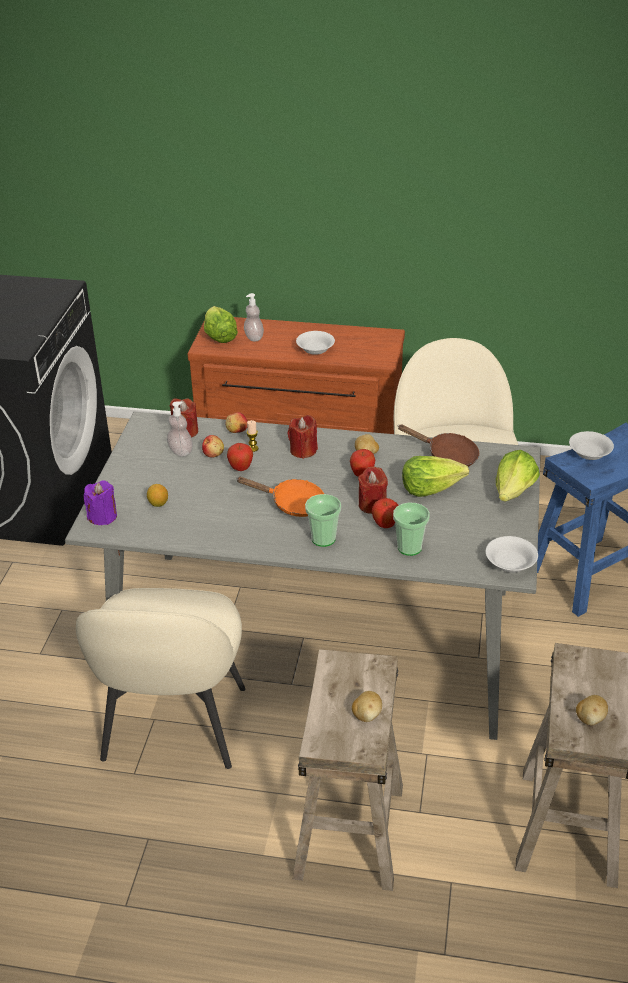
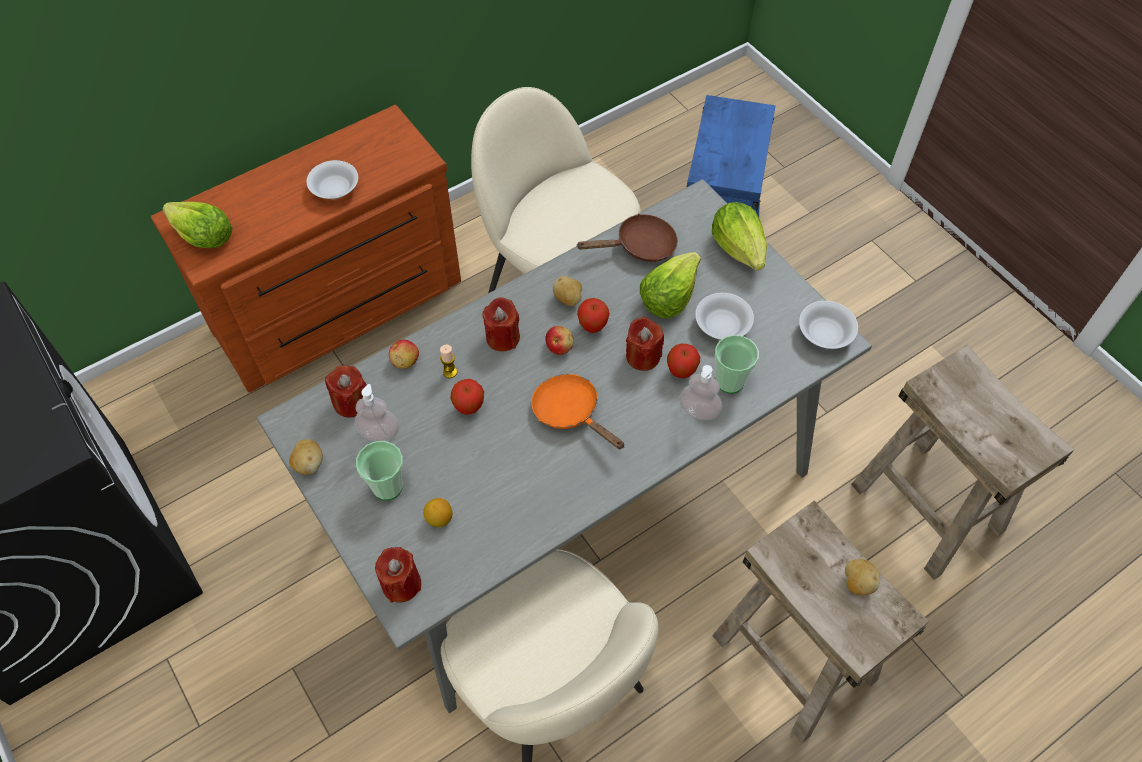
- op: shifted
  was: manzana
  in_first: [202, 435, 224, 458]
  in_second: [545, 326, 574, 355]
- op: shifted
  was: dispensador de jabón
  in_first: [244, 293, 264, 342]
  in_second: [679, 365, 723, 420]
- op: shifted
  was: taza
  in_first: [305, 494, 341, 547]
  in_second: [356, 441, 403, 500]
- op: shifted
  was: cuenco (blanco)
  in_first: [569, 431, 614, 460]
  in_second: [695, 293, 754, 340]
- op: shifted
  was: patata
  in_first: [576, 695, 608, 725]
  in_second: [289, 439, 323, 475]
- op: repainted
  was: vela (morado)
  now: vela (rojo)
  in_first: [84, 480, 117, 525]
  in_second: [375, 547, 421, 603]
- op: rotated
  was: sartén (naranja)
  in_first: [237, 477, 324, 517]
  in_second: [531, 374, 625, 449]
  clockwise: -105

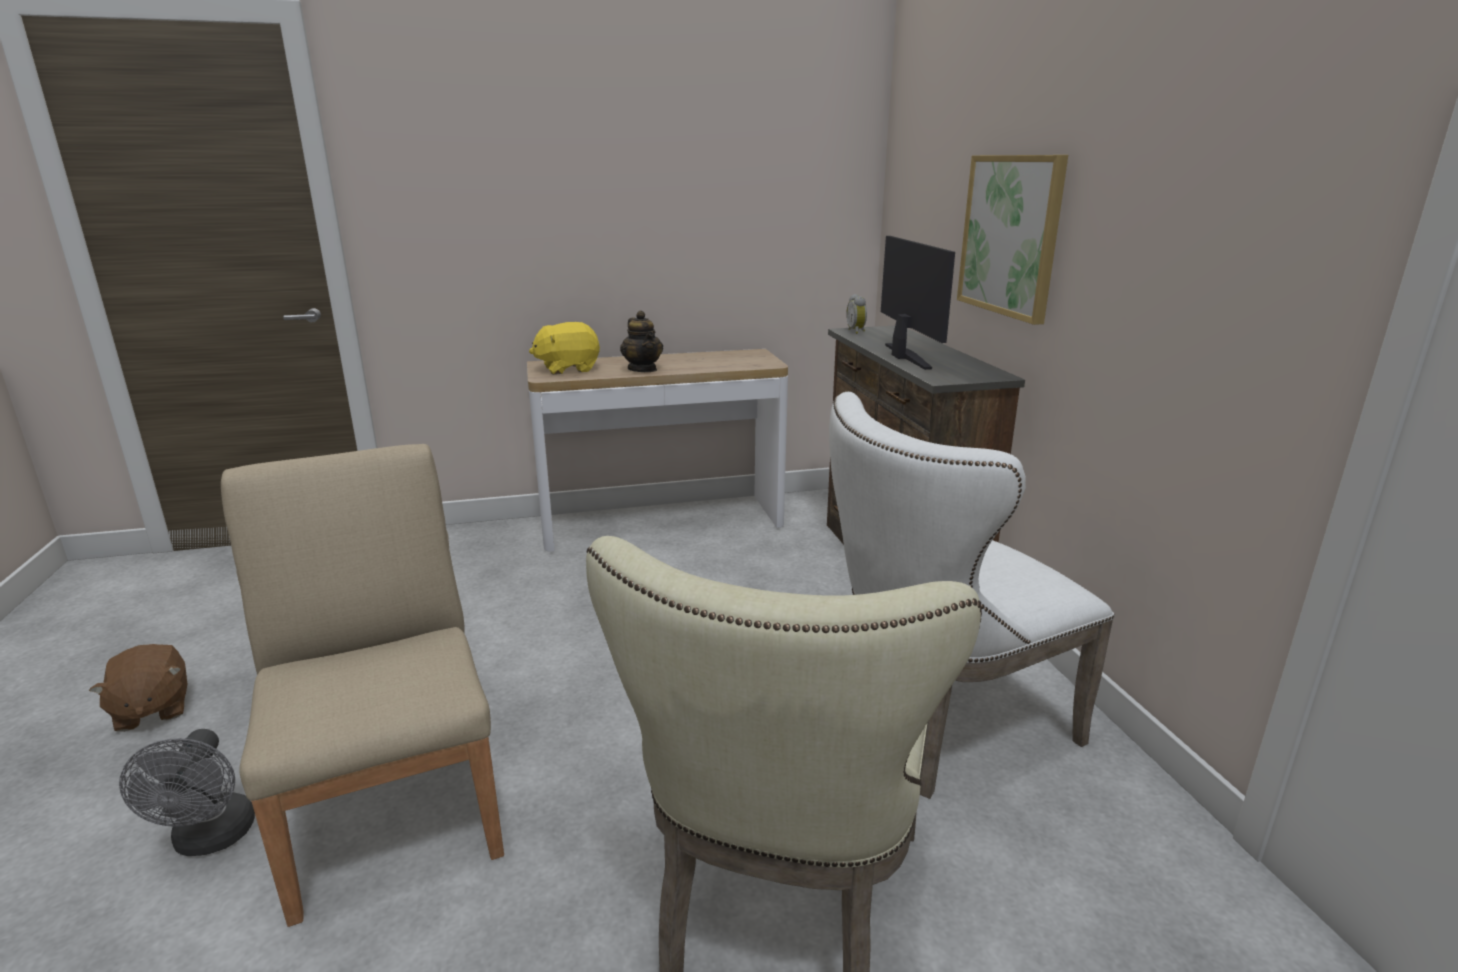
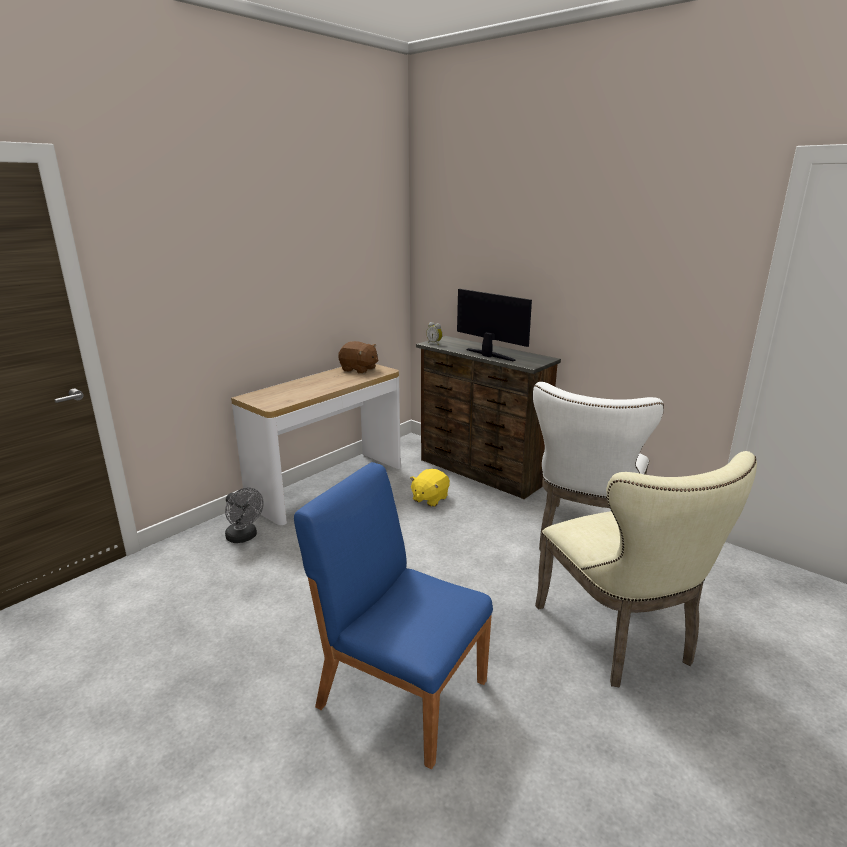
- op: gone
  was: tetera
  in_first: [620, 311, 663, 372]
- op: gone
  was: cuadro
  in_first: [957, 155, 1068, 325]
- op: shifted
  was: peluche (marrón)
  in_first: [89, 644, 187, 732]
  in_second: [338, 341, 378, 374]
- op: shifted
  was: ventilador (gris)
  in_first: [119, 729, 255, 856]
  in_second: [225, 487, 263, 543]
- op: shifted
  was: peluche (amarillo)
  in_first: [529, 322, 600, 375]
  in_second: [410, 469, 450, 507]
- op: repainted
  was: silla (beis)
  now: silla (azul)
  in_first: [221, 444, 504, 927]
  in_second: [294, 462, 493, 769]

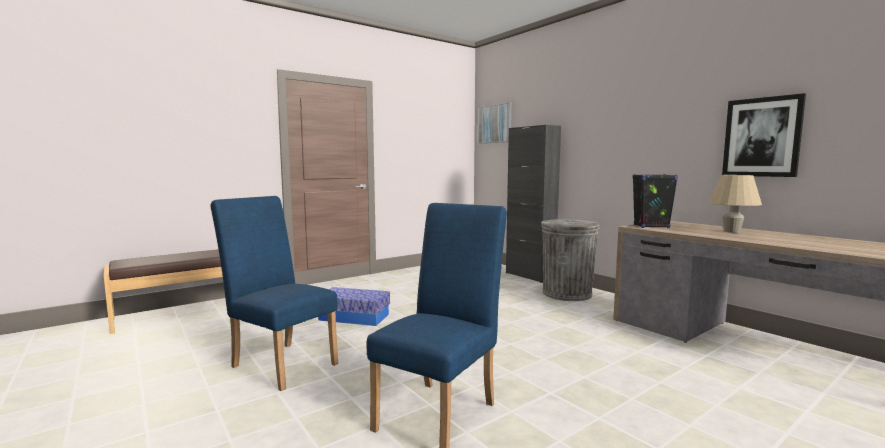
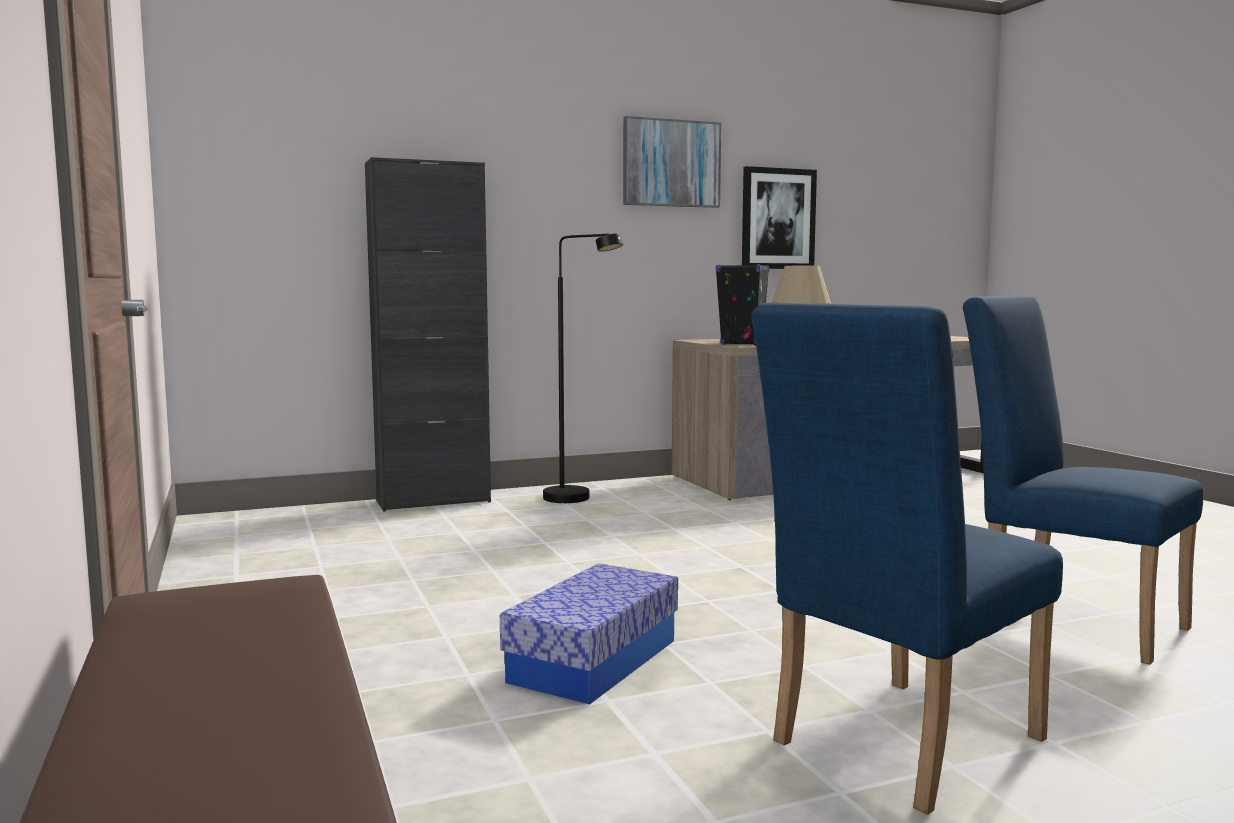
- op: shifted
  was: cuadro
  in_first: [477, 102, 512, 144]
  in_second: [623, 116, 721, 208]
- op: swapped
  was: papelera (gris)
  now: lámpara de pie (negro)
  in_first: [541, 219, 600, 301]
  in_second: [543, 234, 623, 503]

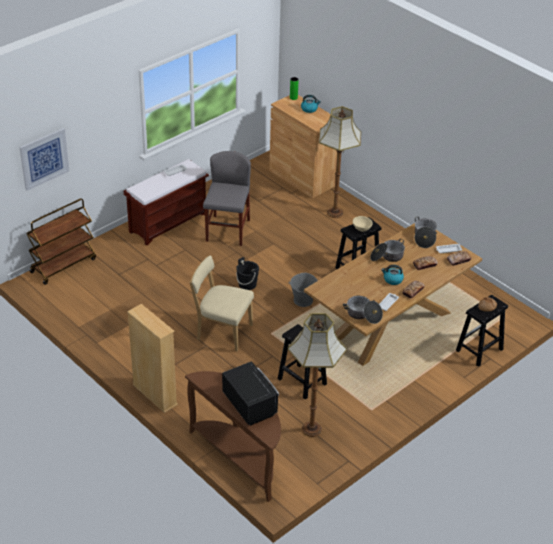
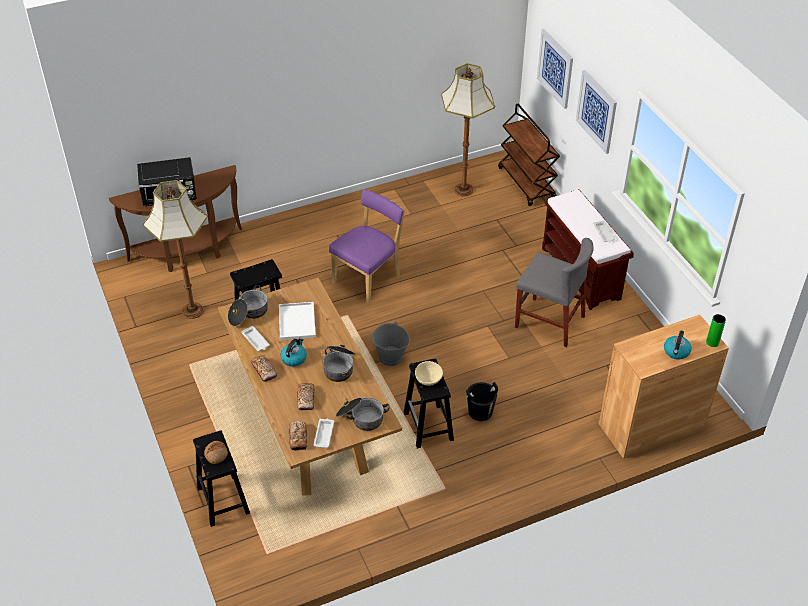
- op: gone
  was: estantería (beis)
  in_first: [127, 304, 178, 413]
- op: new
  now: bandeja (blanco)
  in_second: [279, 302, 316, 340]
- op: new
  now: cuadro
  in_second: [576, 70, 617, 154]
- op: shifted
  was: cubo (negro)
  in_first: [236, 257, 259, 290]
  in_second: [465, 382, 498, 421]
- op: shifted
  was: lámpara de pie
  in_first: [319, 106, 361, 218]
  in_second: [441, 63, 495, 197]
- op: repainted
  was: silla (beis)
  now: silla (morado)
  in_first: [189, 255, 254, 351]
  in_second: [329, 189, 405, 304]

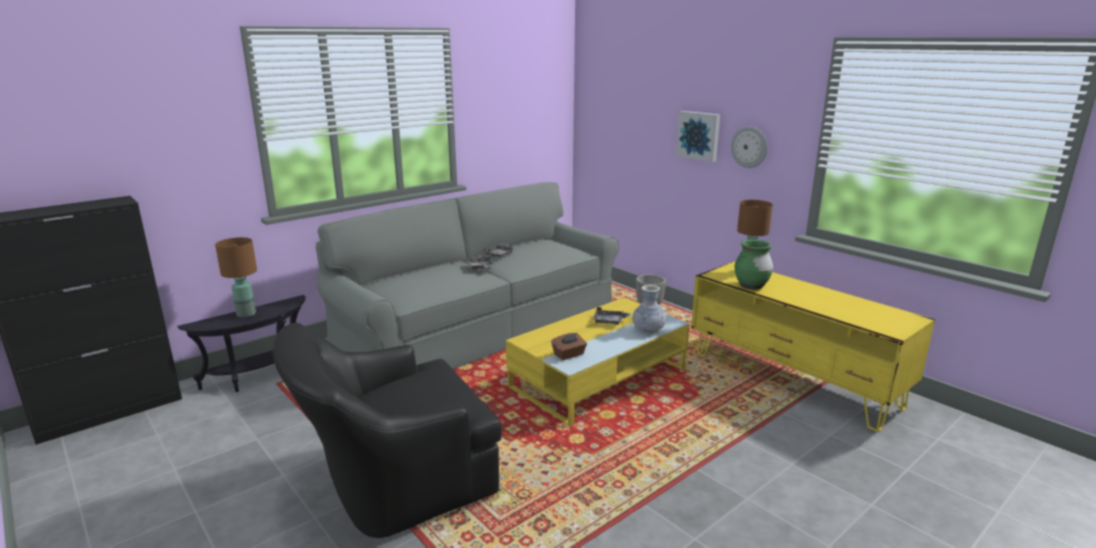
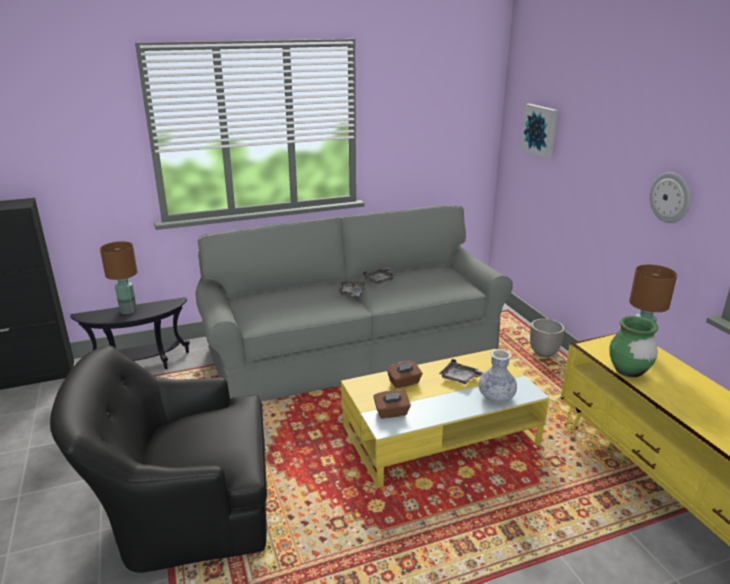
- op: new
  now: caja de pañuelos (marrón)
  in_second: [387, 361, 422, 388]
- op: shifted
  was: cuadro
  in_first: [676, 111, 720, 162]
  in_second: [521, 104, 558, 158]

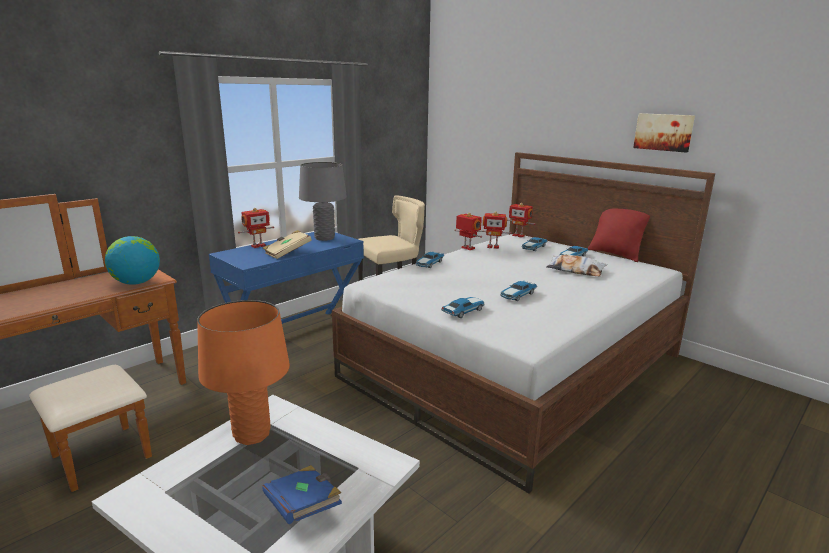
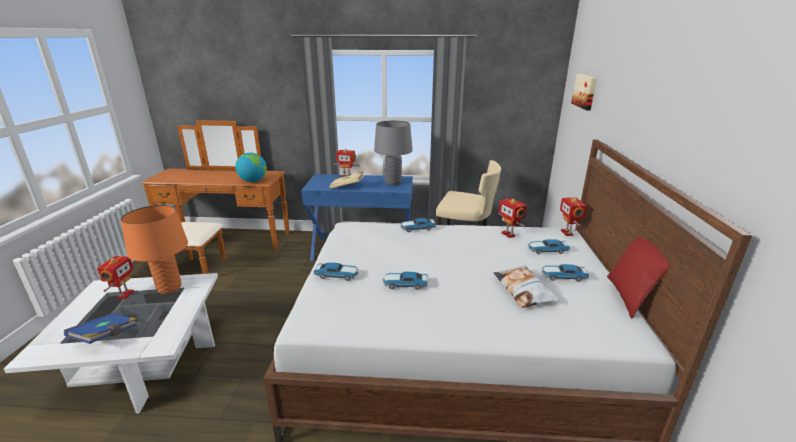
- op: shifted
  was: robot de juguete
  in_first: [454, 213, 482, 250]
  in_second: [97, 256, 134, 299]
- op: shifted
  was: cuadro
  in_first: [633, 113, 695, 153]
  in_second: [571, 74, 597, 111]

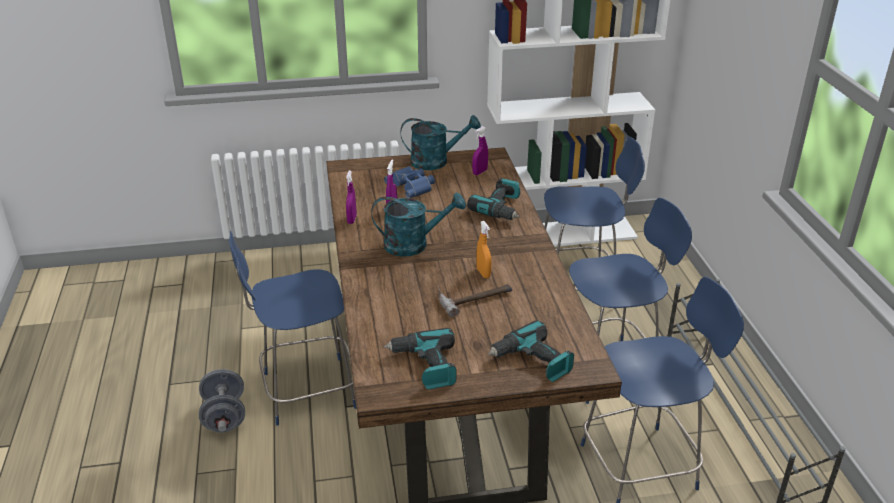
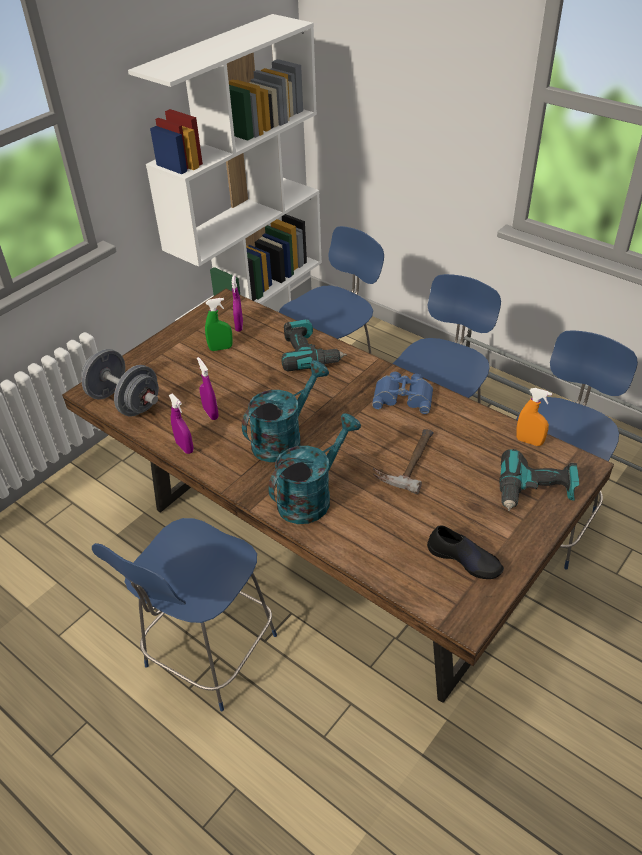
- op: new
  now: pulverizador (verde)
  in_second: [205, 298, 233, 351]
- op: shifted
  was: mancuerna (gris)
  in_first: [199, 369, 245, 433]
  in_second: [81, 349, 159, 417]
- op: shifted
  was: prismáticos (azul)
  in_first: [384, 166, 435, 199]
  in_second: [372, 372, 433, 414]
- op: shifted
  was: regadera (turquesa)
  in_first: [400, 115, 481, 170]
  in_second: [268, 413, 361, 524]
- op: shifted
  was: pulverizador (naranja)
  in_first: [477, 221, 492, 278]
  in_second: [516, 388, 552, 446]
- op: swapped
  was: taladro
  now: zapato (negro)
  in_first: [383, 328, 457, 389]
  in_second: [427, 525, 504, 579]

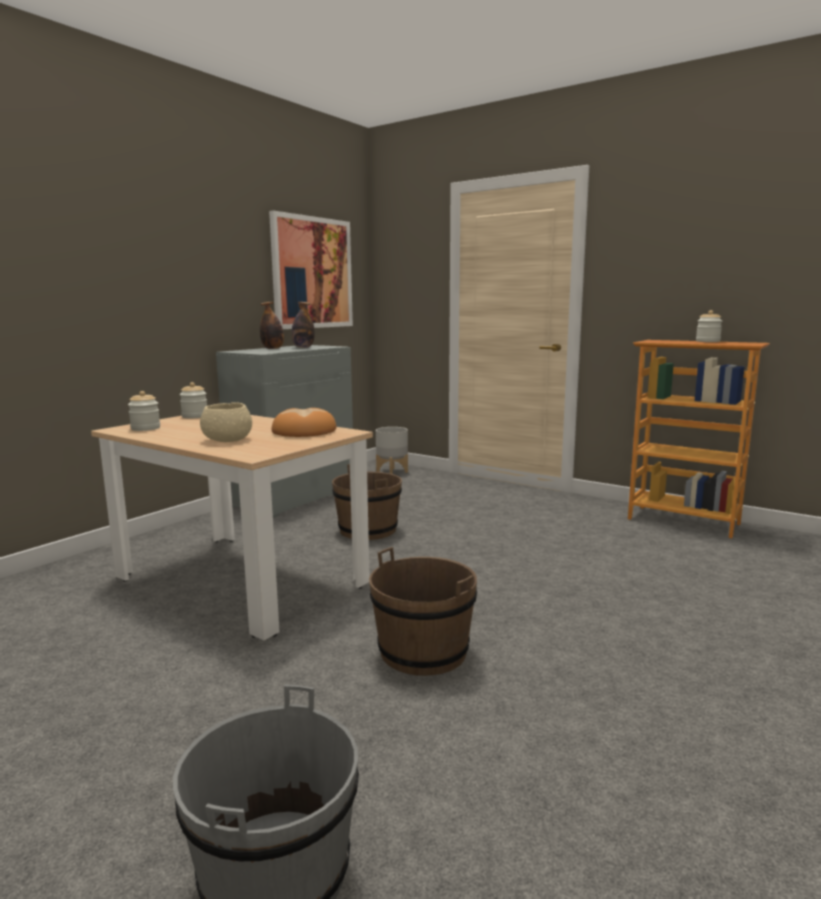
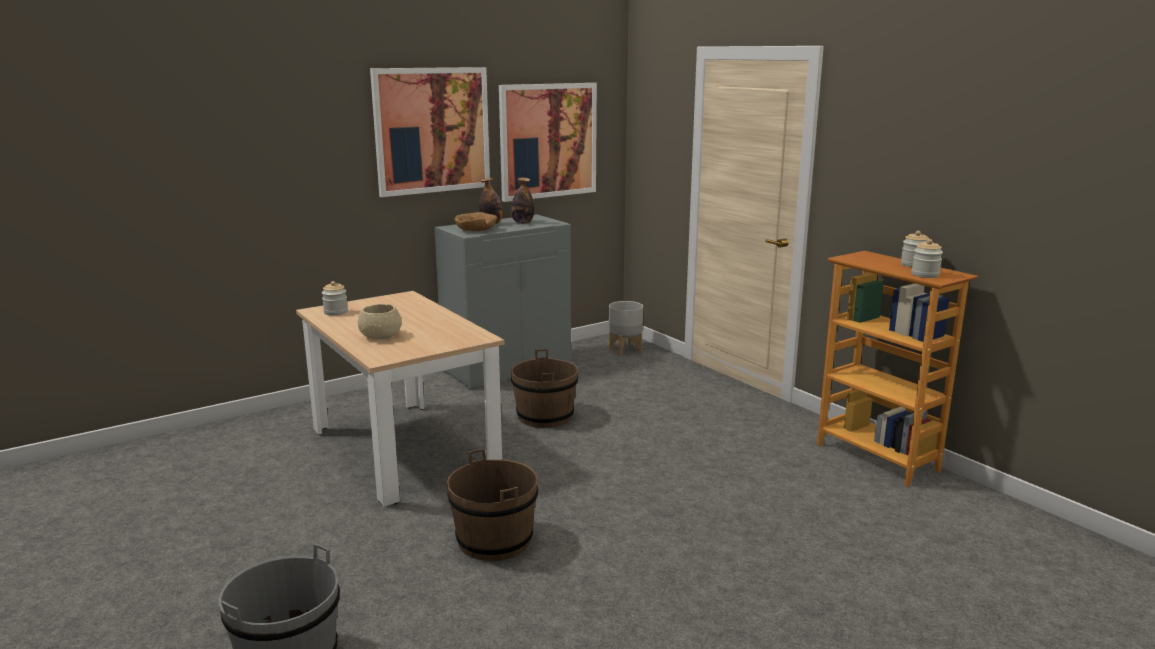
- op: gone
  was: pan
  in_first: [272, 408, 336, 437]
- op: new
  now: cuadro
  in_second: [370, 67, 490, 197]
- op: new
  now: cuenco (marrón)
  in_second: [455, 212, 497, 231]
- op: shifted
  was: tarro
  in_first: [180, 382, 207, 418]
  in_second: [911, 239, 943, 278]

